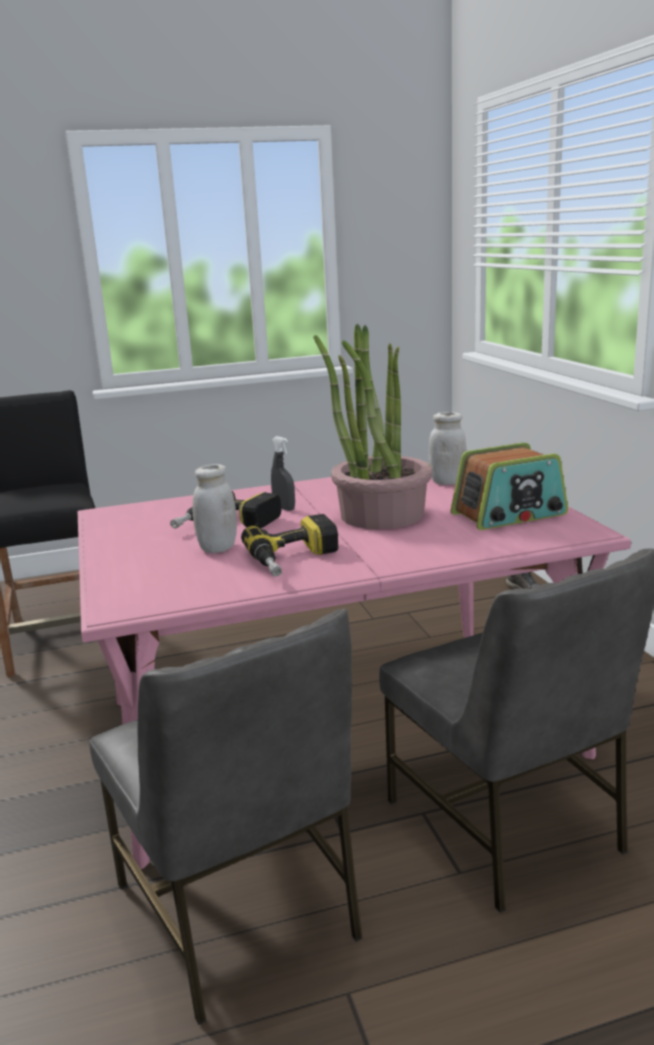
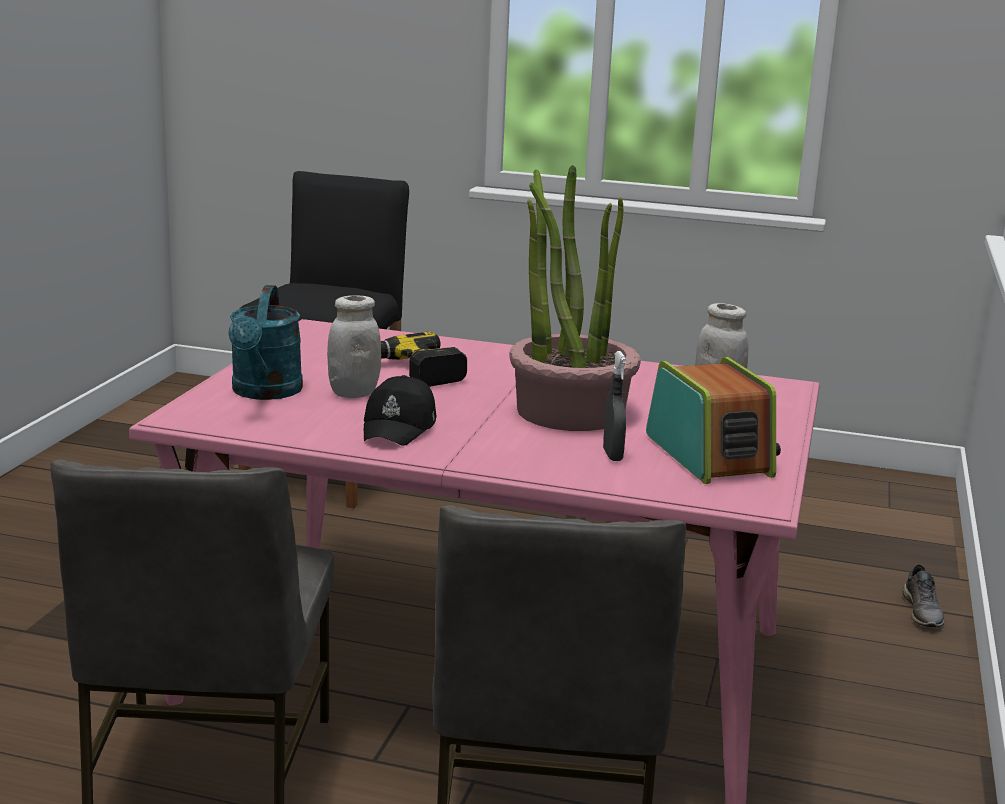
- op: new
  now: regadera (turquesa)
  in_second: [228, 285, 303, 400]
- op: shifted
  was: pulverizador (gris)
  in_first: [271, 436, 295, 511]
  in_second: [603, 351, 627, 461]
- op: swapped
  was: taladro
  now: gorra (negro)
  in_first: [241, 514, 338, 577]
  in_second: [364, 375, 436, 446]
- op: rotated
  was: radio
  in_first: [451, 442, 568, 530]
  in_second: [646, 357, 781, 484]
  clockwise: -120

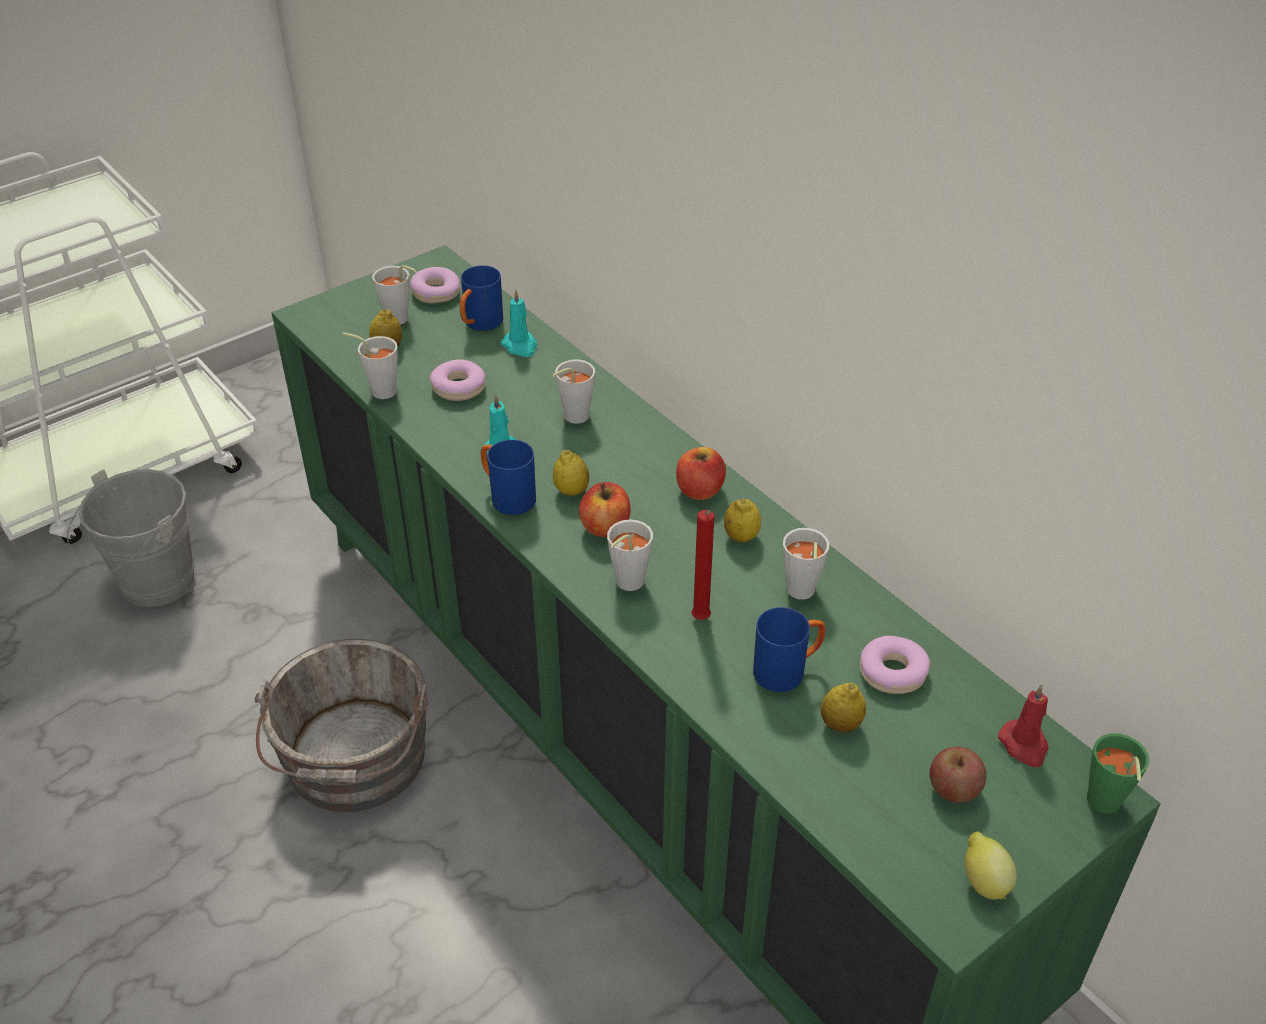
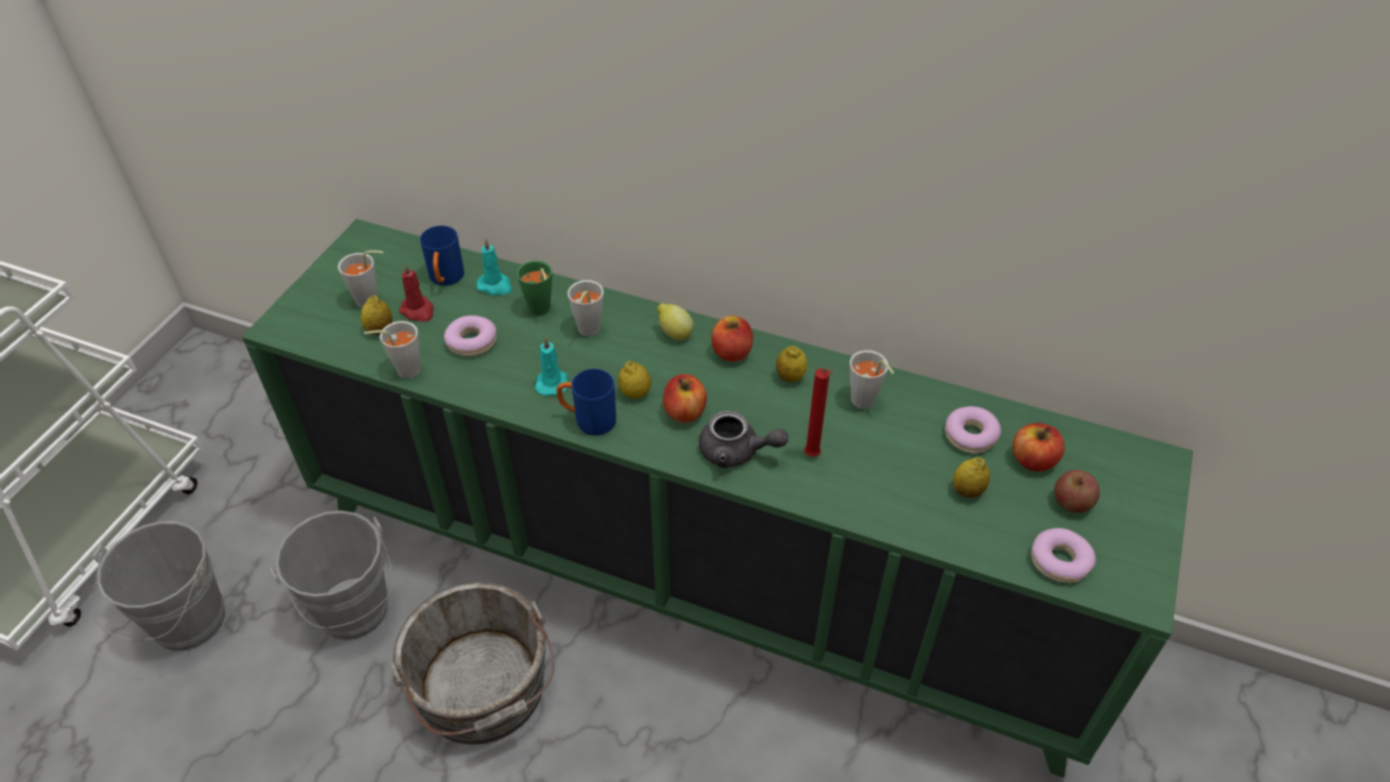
- op: gone
  was: taza grande (azul)
  in_first: [753, 607, 825, 692]
- op: new
  now: cubo (gris)
  in_second: [270, 511, 394, 641]
- op: new
  now: manzana
  in_second: [1013, 423, 1065, 471]
- op: shifted
  was: rosquilla
  in_first: [410, 267, 460, 303]
  in_second: [1031, 528, 1096, 583]
- op: shifted
  was: limón
  in_first: [965, 831, 1017, 900]
  in_second: [657, 303, 694, 340]
- op: shifted
  was: vela (rojo)
  in_first: [998, 684, 1049, 767]
  in_second: [399, 263, 434, 322]
- op: shifted
  was: taza (verde)
  in_first: [1087, 733, 1149, 814]
  in_second: [516, 260, 552, 316]
- op: swapped
  was: taza (gris)
  now: tetera (gris)
  in_first: [607, 519, 653, 591]
  in_second: [699, 411, 788, 468]

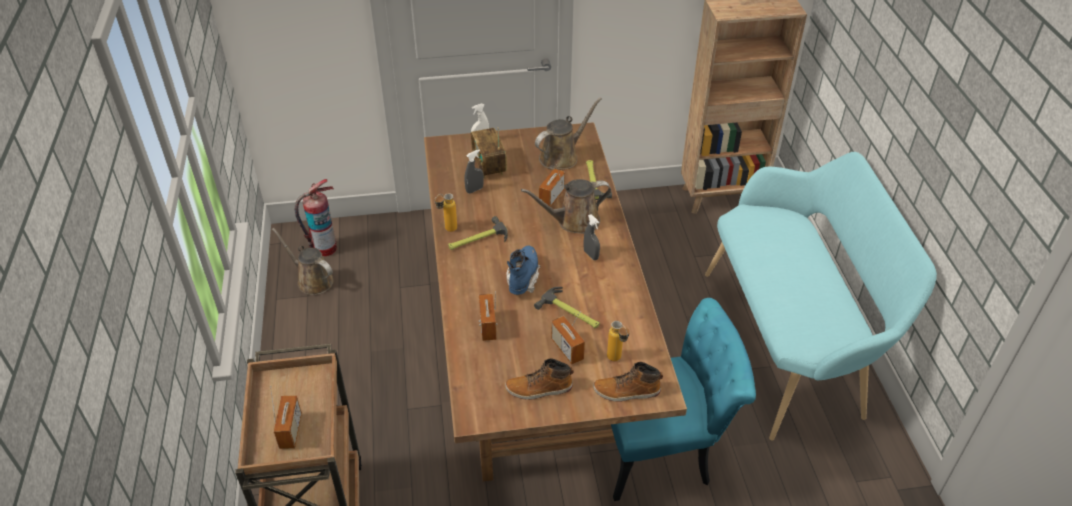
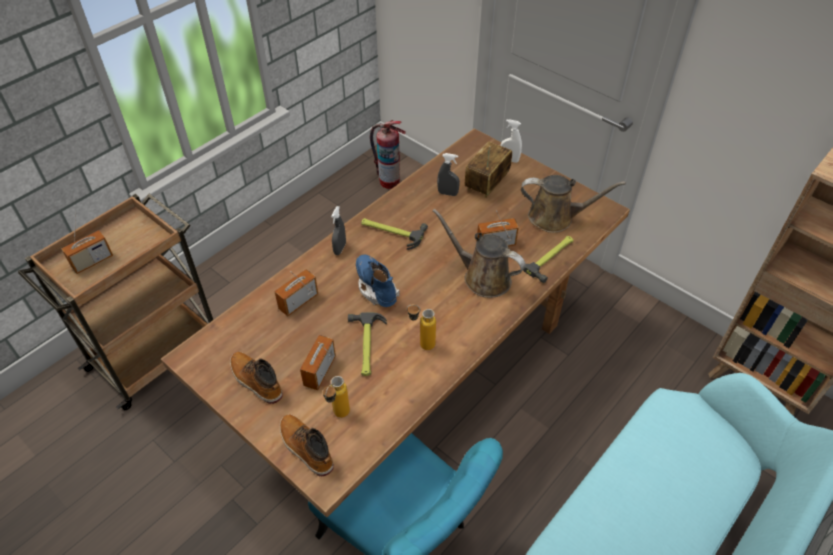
- op: gone
  was: regadera (marrón)
  in_first: [272, 228, 333, 295]
- op: shifted
  was: botella
  in_first: [434, 193, 457, 232]
  in_second: [407, 305, 436, 350]
- op: shifted
  was: pulverizador (gris)
  in_first: [584, 214, 600, 260]
  in_second: [331, 206, 346, 255]
- op: rotated
  was: bota (azul)
  in_first: [506, 246, 541, 295]
  in_second: [356, 254, 400, 307]
  clockwise: -90

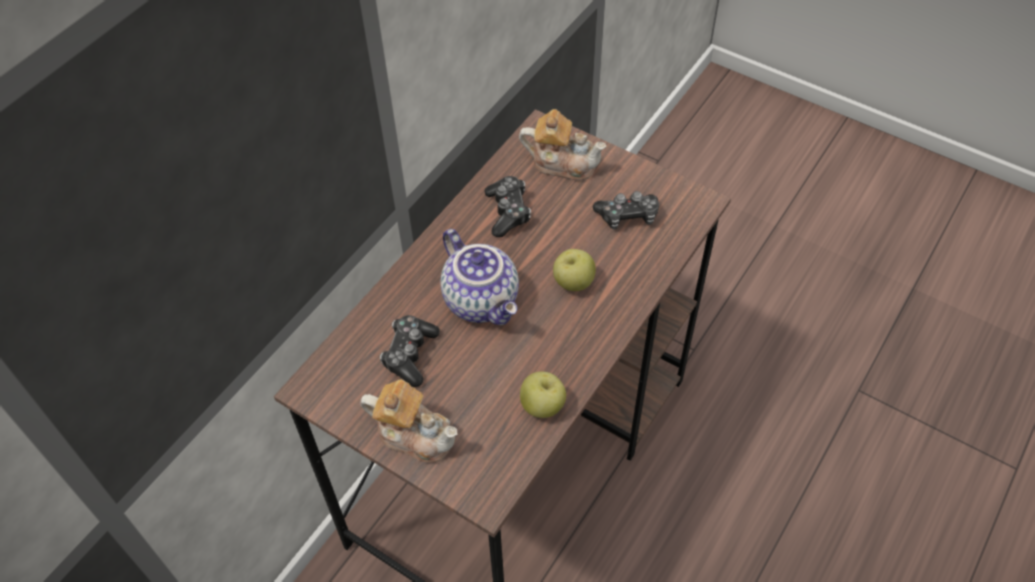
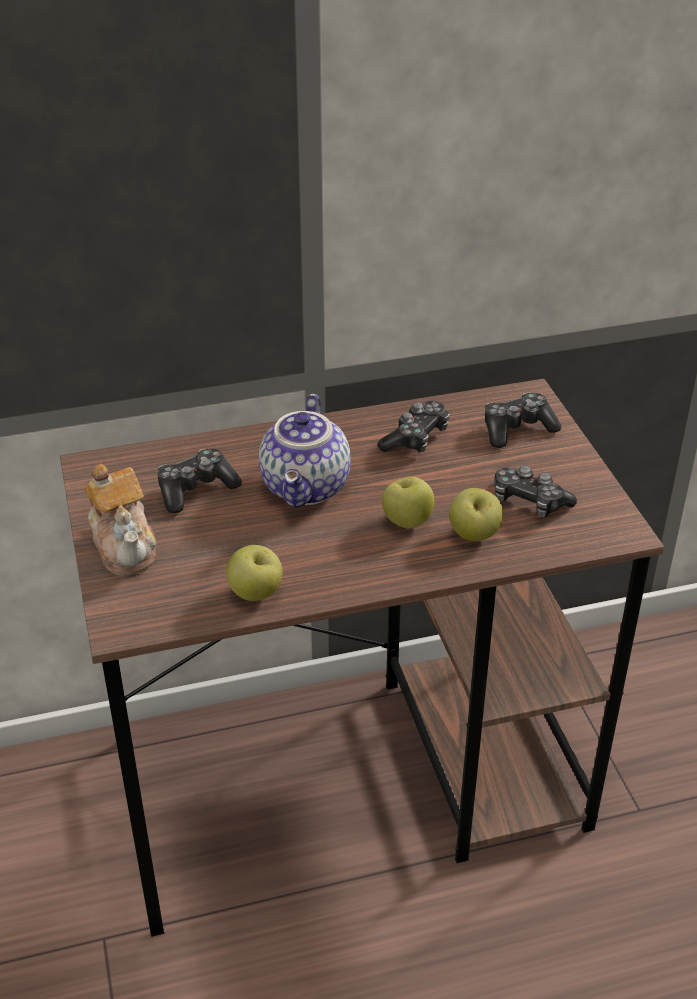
- op: new
  now: manzana
  in_second: [449, 488, 503, 541]
- op: swapped
  was: tetera
  now: mando de consola
  in_first: [519, 109, 607, 181]
  in_second: [485, 393, 561, 448]

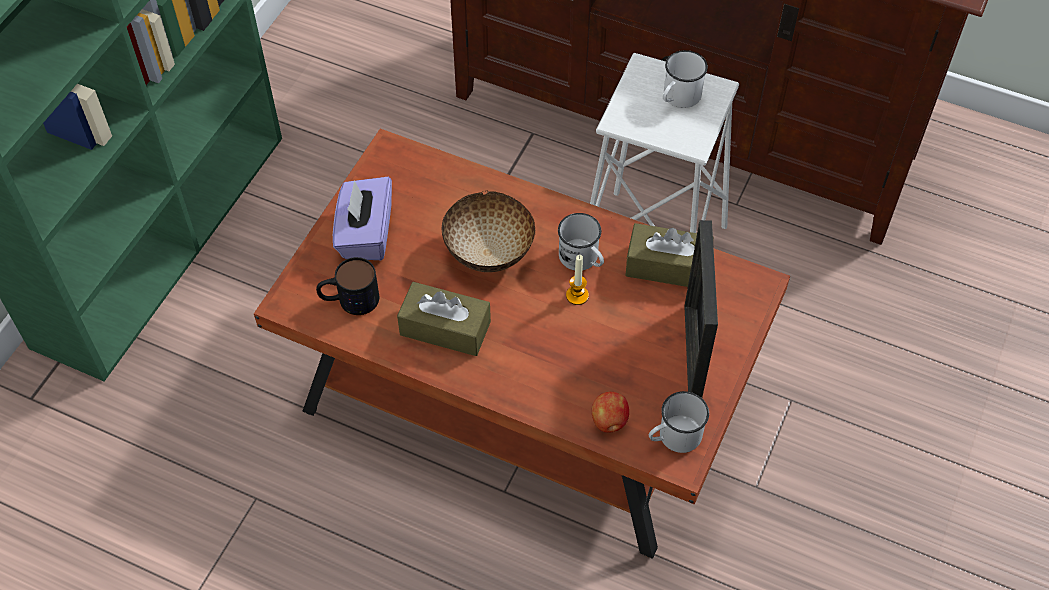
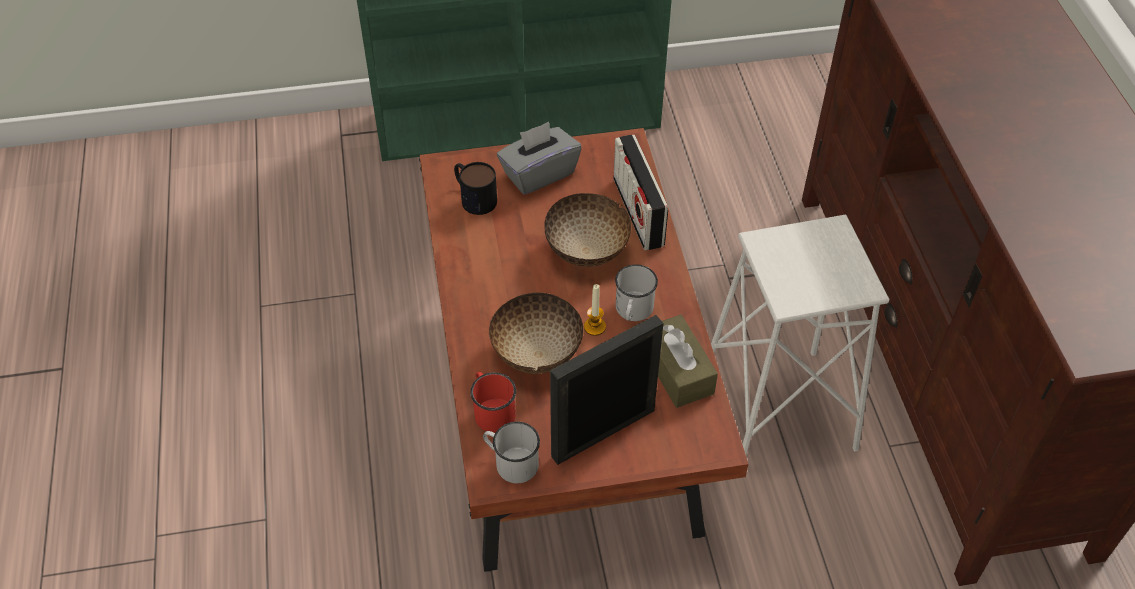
- op: gone
  was: caja de pañuelos (marrón)
  in_first: [397, 282, 491, 356]
- op: gone
  was: taza grande (blanco)
  in_first: [663, 50, 708, 108]
- op: new
  now: cuenco
  in_second: [489, 292, 583, 374]
- op: new
  now: radio
  in_second: [613, 134, 668, 250]
- op: swapped
  was: manzana
  now: taza grande (rojo)
  in_first: [592, 392, 629, 433]
  in_second: [470, 372, 516, 433]
- op: repainted
  was: caja de pañuelos (morado)
  now: caja de pañuelos (gris)
  in_first: [333, 177, 392, 260]
  in_second: [497, 122, 582, 195]

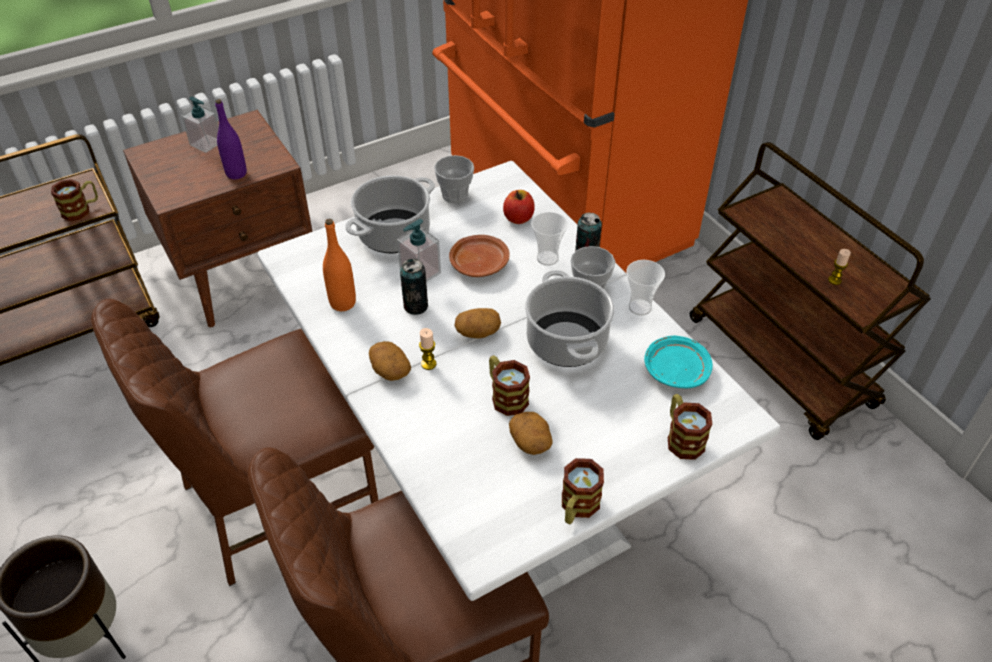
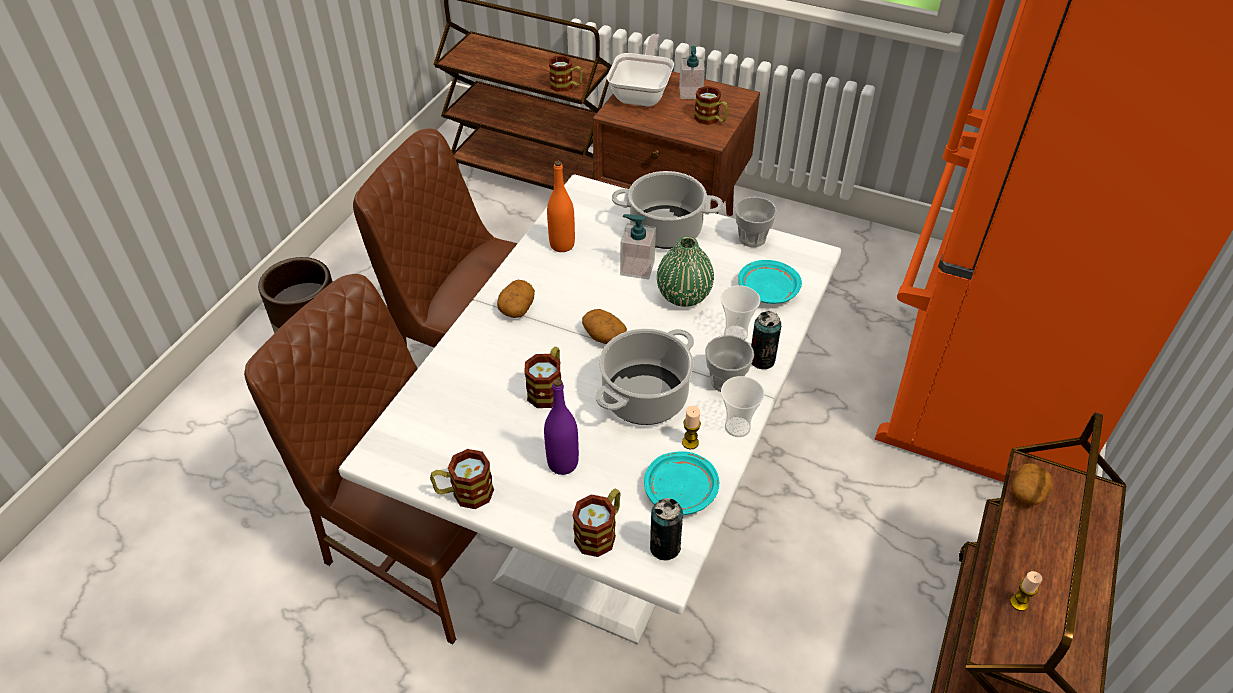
- op: new
  now: sartén
  in_second: [607, 34, 674, 107]
- op: new
  now: taza grande
  in_second: [694, 86, 728, 125]
- op: shifted
  was: botella (morado)
  in_first: [215, 99, 247, 179]
  in_second: [544, 379, 579, 475]
- op: shifted
  was: lata
  in_first: [400, 259, 428, 315]
  in_second: [650, 498, 683, 561]
- op: shifted
  was: vela
  in_first: [419, 328, 437, 370]
  in_second: [682, 406, 701, 449]
- op: shifted
  was: patata
  in_first: [509, 412, 553, 455]
  in_second: [1012, 464, 1052, 505]
- op: swapped
  was: plato (marrón)
  now: florero (verde)
  in_first: [449, 235, 510, 277]
  in_second: [657, 236, 714, 307]
- op: swapped
  was: manzana
  now: plato (turquesa)
  in_first: [503, 190, 535, 224]
  in_second: [738, 260, 802, 304]

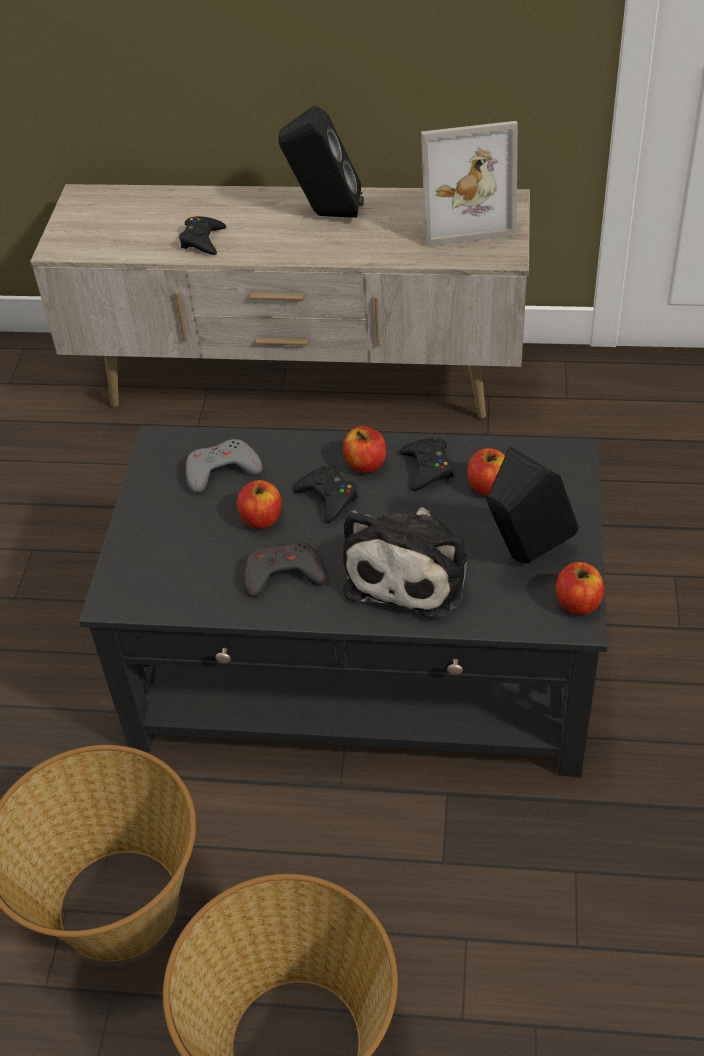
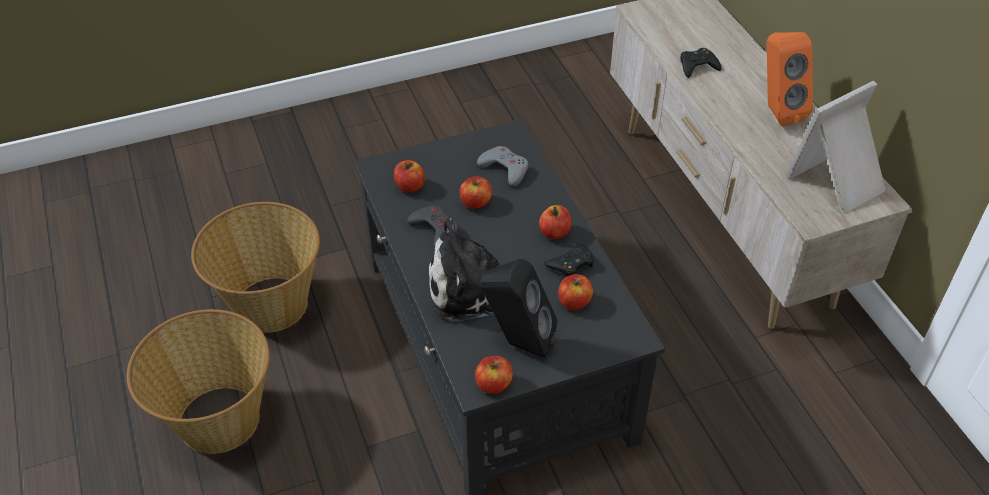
- op: gone
  was: mando de consola (negro)
  in_first: [293, 465, 358, 524]
- op: new
  now: manzana
  in_second: [394, 160, 425, 192]
- op: repainted
  was: altavoz (negro)
  now: altavoz (naranja)
  in_first: [279, 106, 364, 218]
  in_second: [767, 32, 813, 126]
- op: rotated
  was: portarretratos
  in_first: [421, 121, 518, 247]
  in_second: [786, 81, 886, 213]
  clockwise: 90

